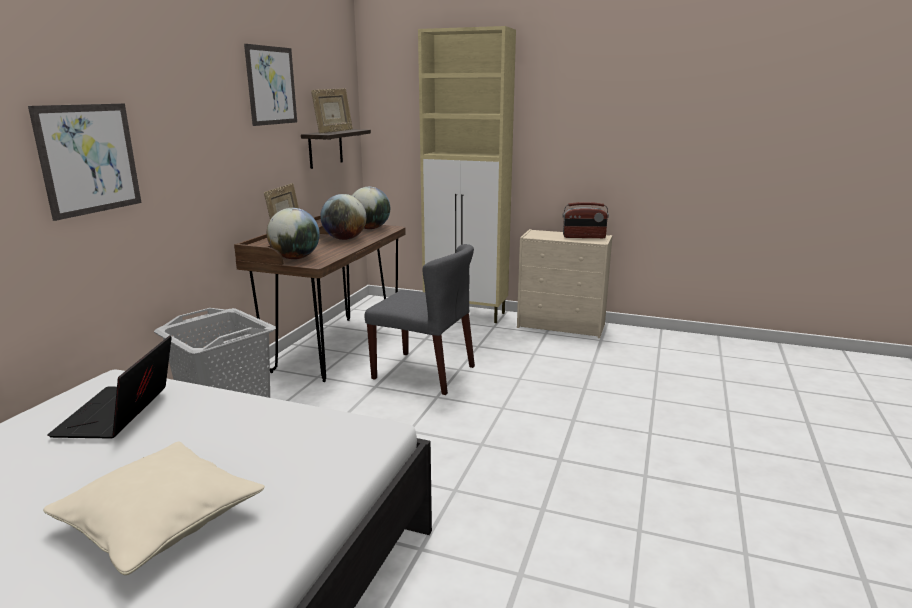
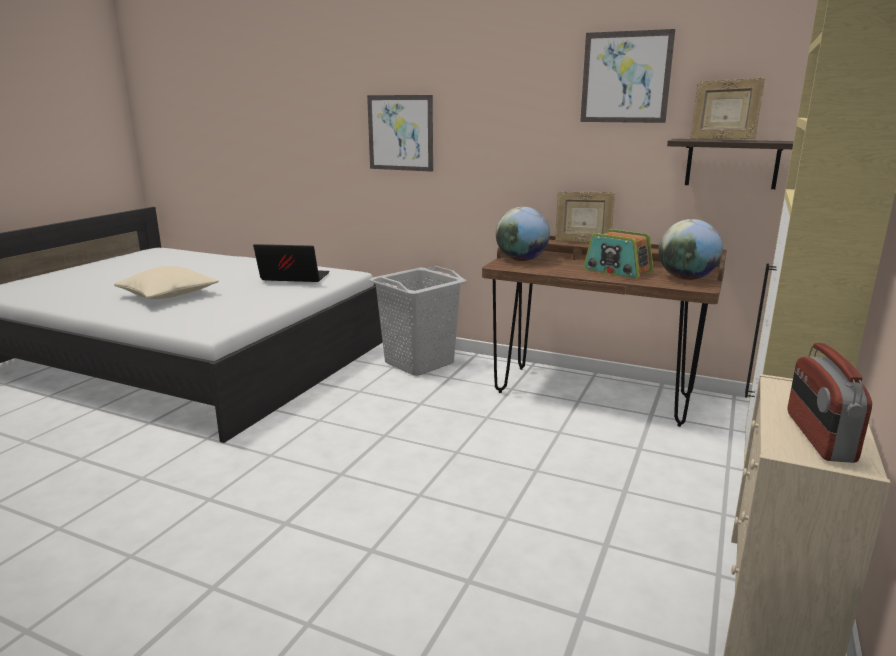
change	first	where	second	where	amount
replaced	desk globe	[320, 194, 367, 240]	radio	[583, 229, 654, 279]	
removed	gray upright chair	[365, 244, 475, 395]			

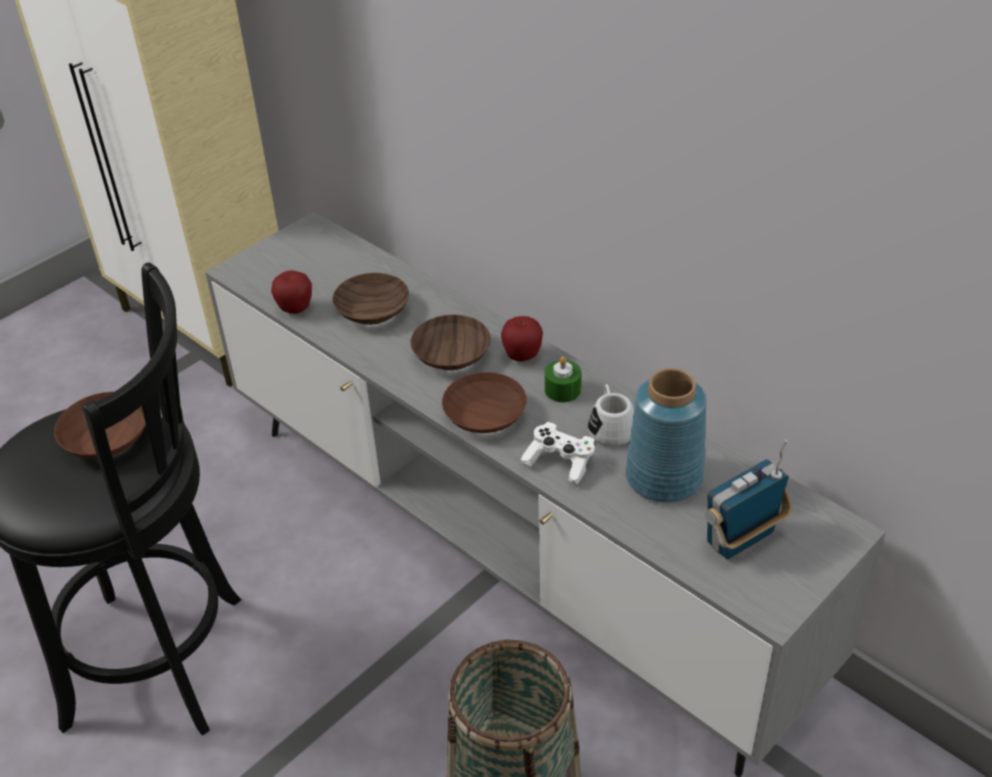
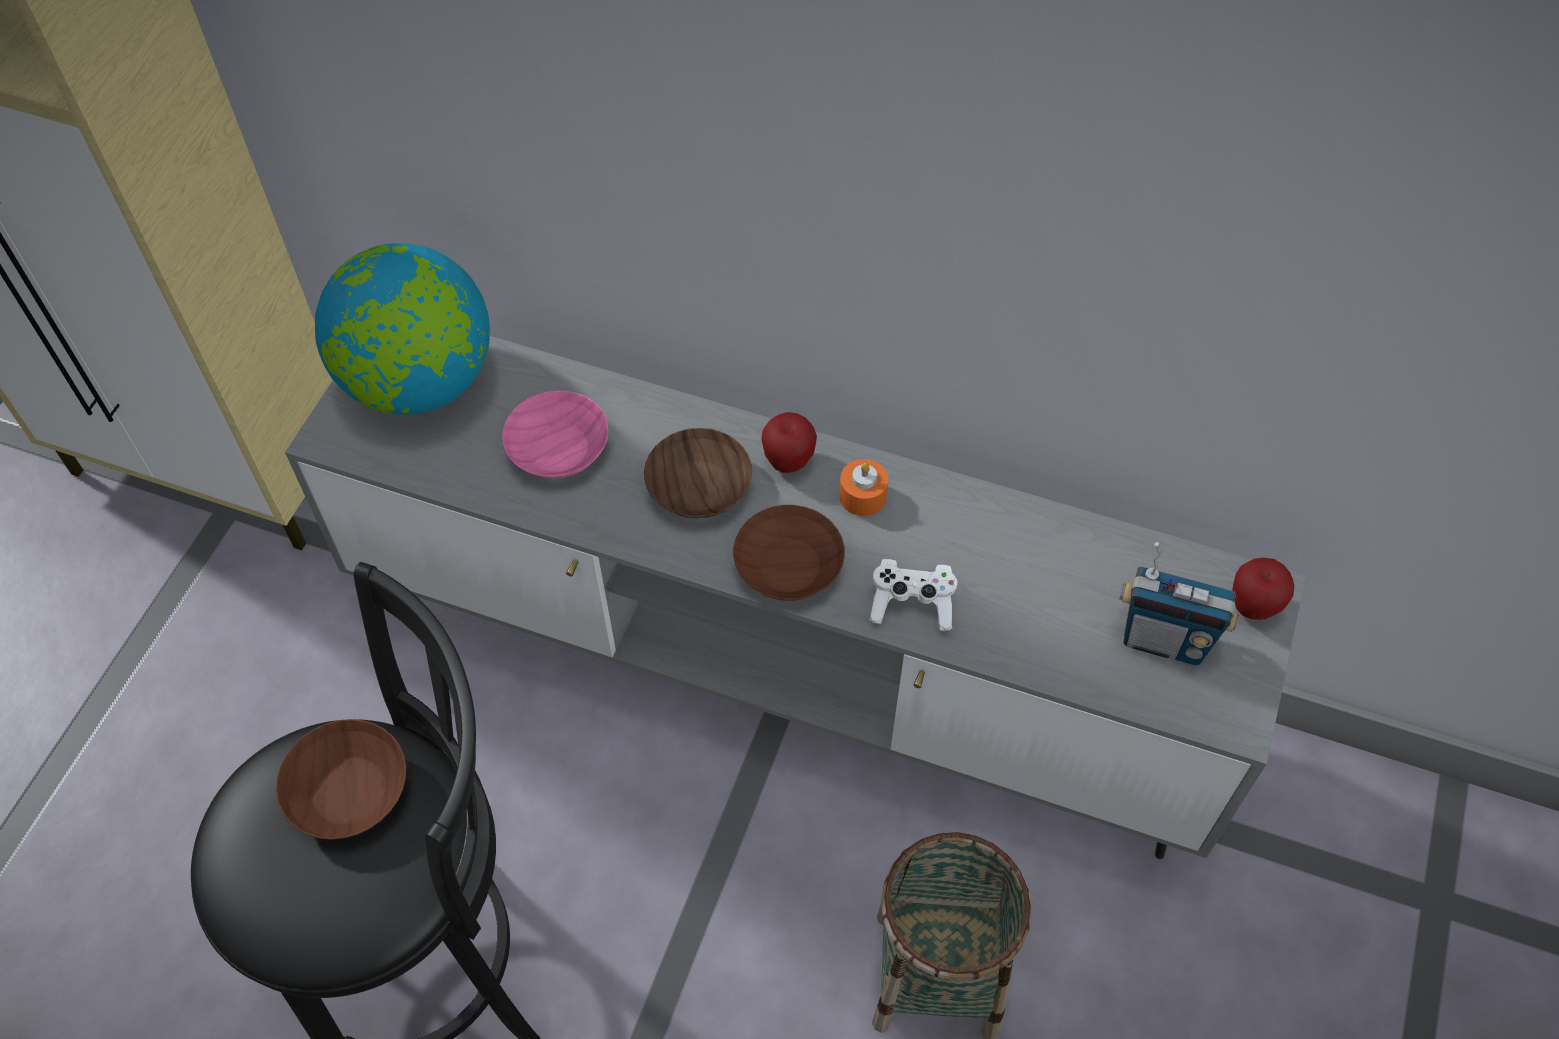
change	first	where	second	where	amount
moved	apple	[271, 271, 312, 314]		[1232, 558, 1294, 620]	
recoloured	brown deep dish	[333, 273, 409, 325]	pink deep dish	[502, 390, 609, 478]	
recoloured	greenish candle	[545, 356, 581, 402]	orange candle	[839, 459, 888, 516]	
removed	blue decorative vase	[626, 368, 707, 503]			
removed	whitish mug	[588, 384, 634, 446]			
turned	radio	[705, 440, 792, 560]		[1119, 542, 1239, 665]	105 degrees counterclockwise
added			desk globe	[315, 243, 490, 415]	

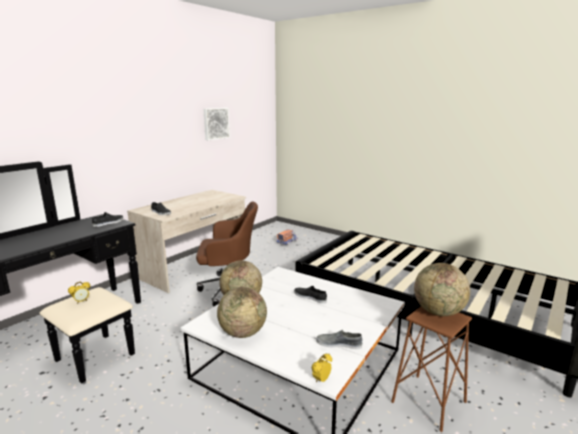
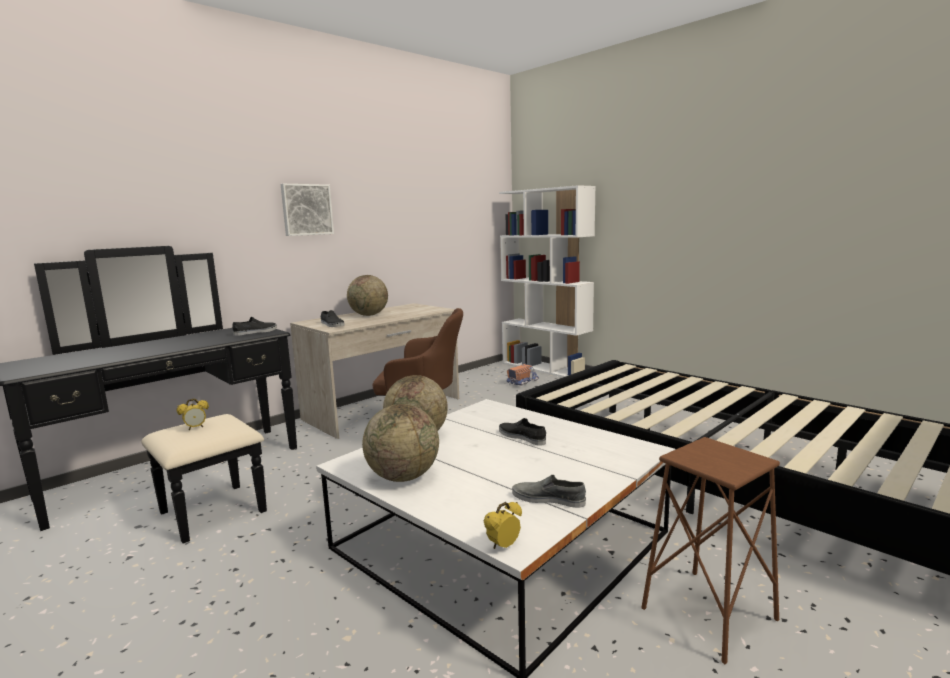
change	first	where	second	where	amount
moved	picture	[203, 108, 230, 140]		[280, 184, 334, 236]	
moved	desk globe	[414, 263, 470, 316]		[347, 275, 388, 316]	
added			whitish bookshelf	[499, 185, 596, 377]	

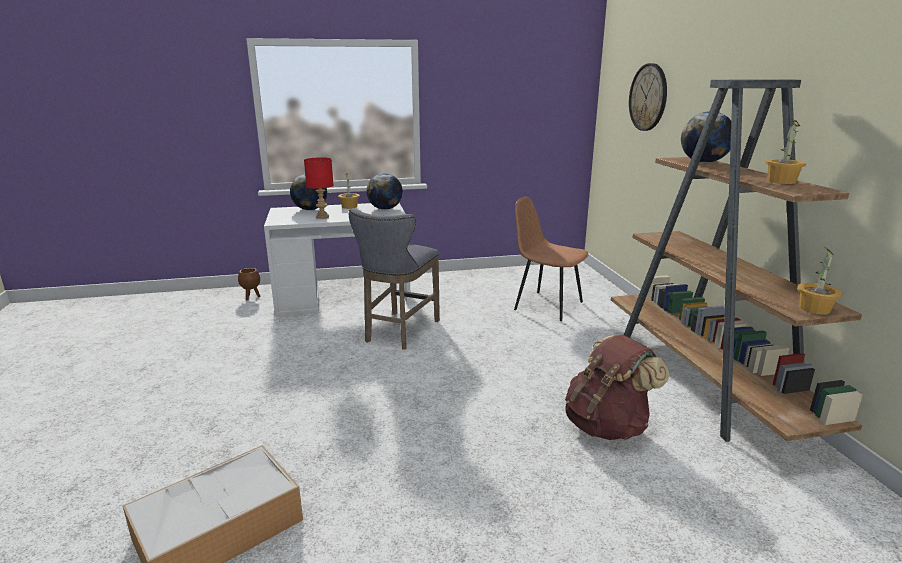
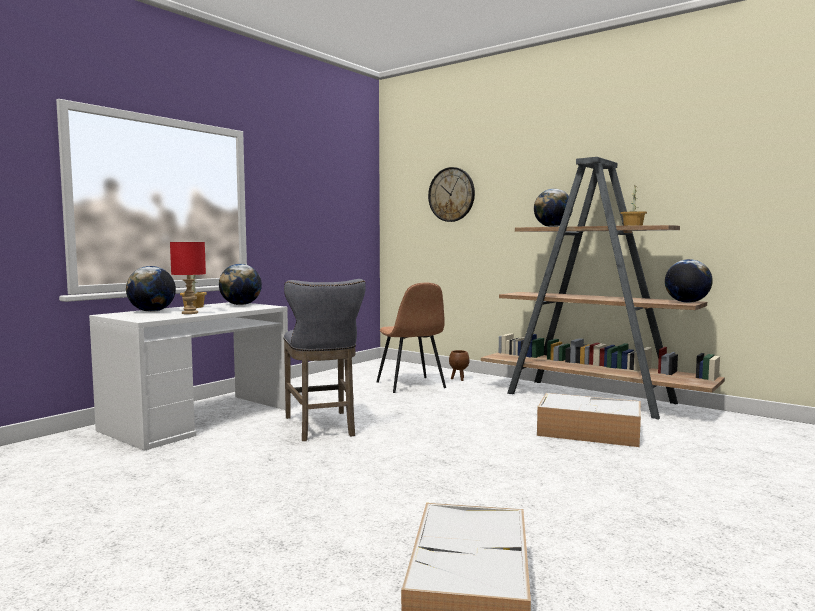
change	first	where	second	where	amount
turned	brown upright chair	[514, 196, 589, 321]		[377, 283, 446, 393]	105 degrees counterclockwise
replaced	houseplant	[797, 248, 842, 315]	desk globe	[665, 259, 713, 303]	
moved	brown flower pot	[238, 268, 260, 300]		[449, 350, 470, 381]	
replaced	brown rucksack	[565, 335, 669, 440]	storage bin	[537, 393, 641, 447]	

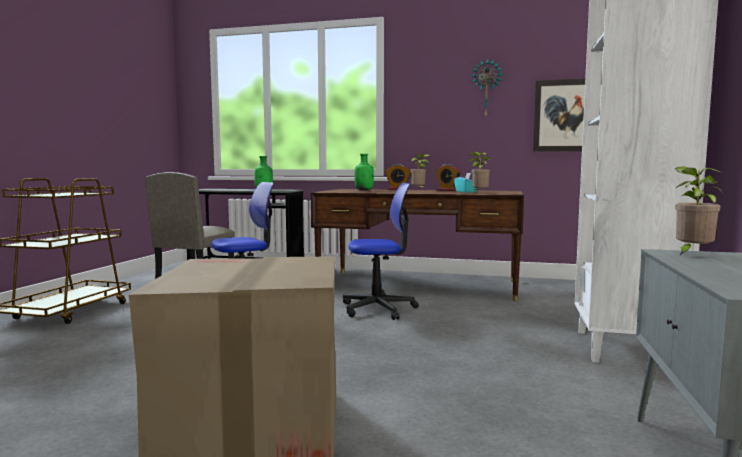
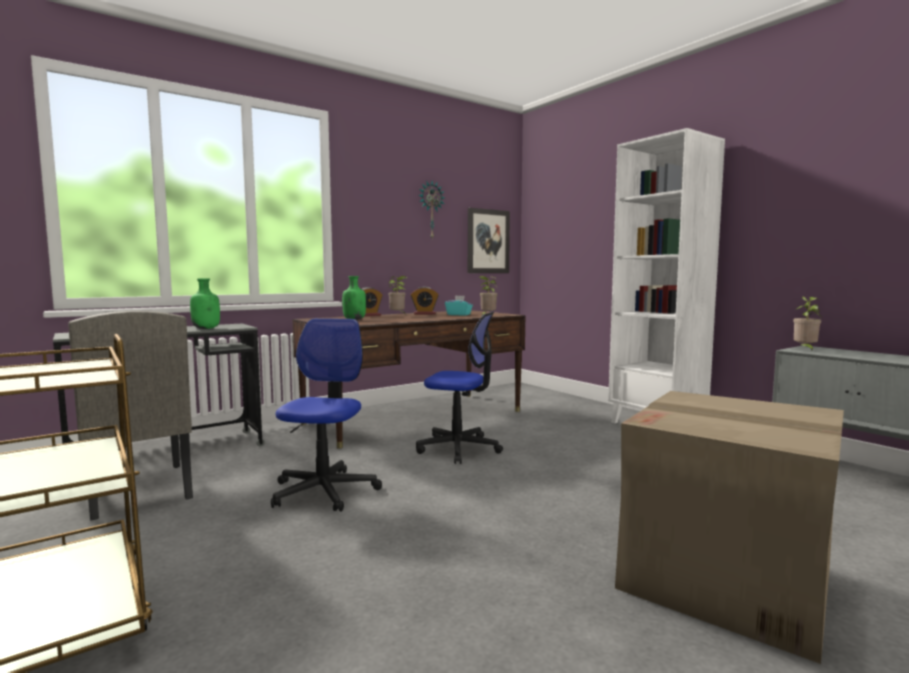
change	first	where	second	where	amount
turned	office chair	[343, 183, 419, 320]		[416, 312, 503, 464]	75 degrees clockwise

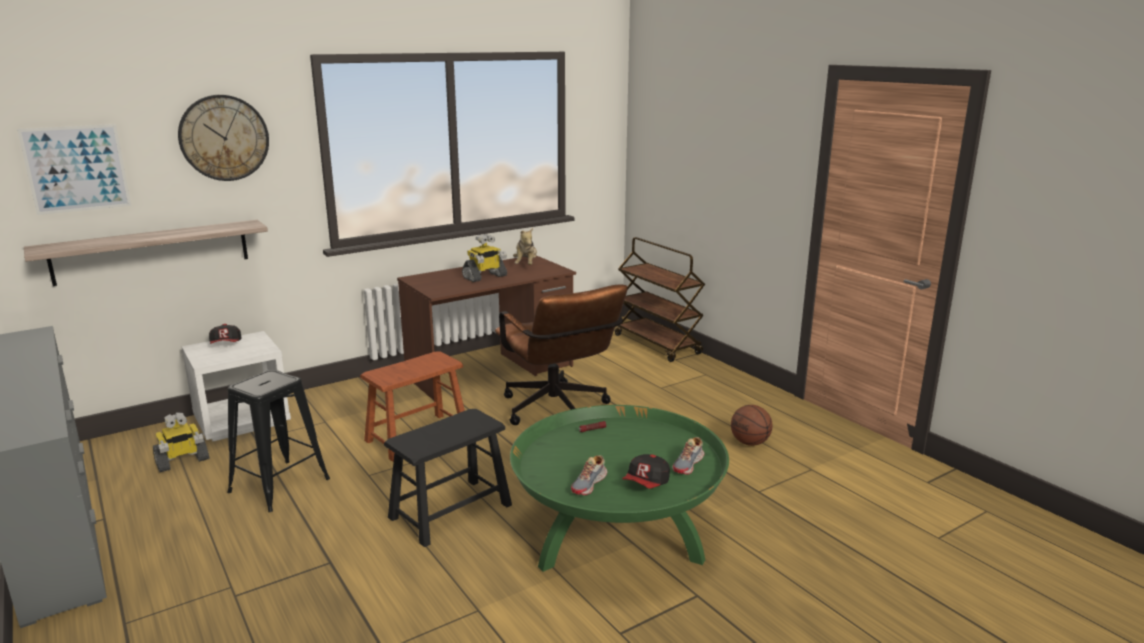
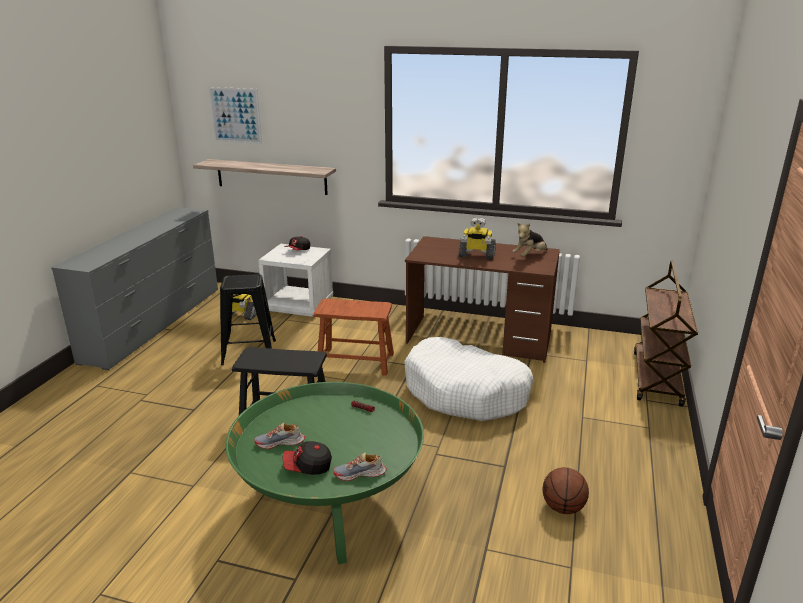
change	first	where	second	where	amount
removed	hanging clock	[178, 95, 269, 181]			
replaced	brown office chair	[495, 284, 628, 425]	whitish pet bed	[404, 337, 533, 421]	

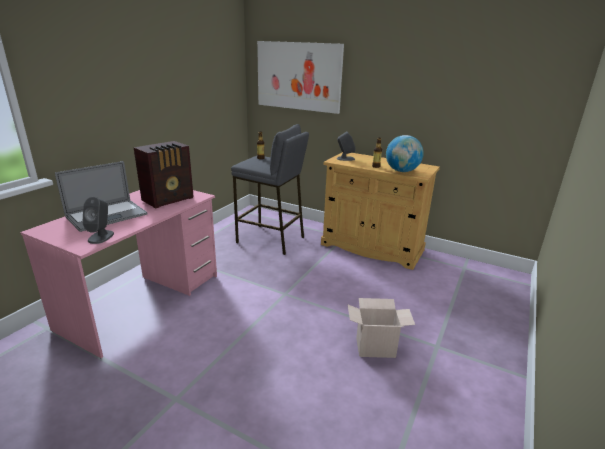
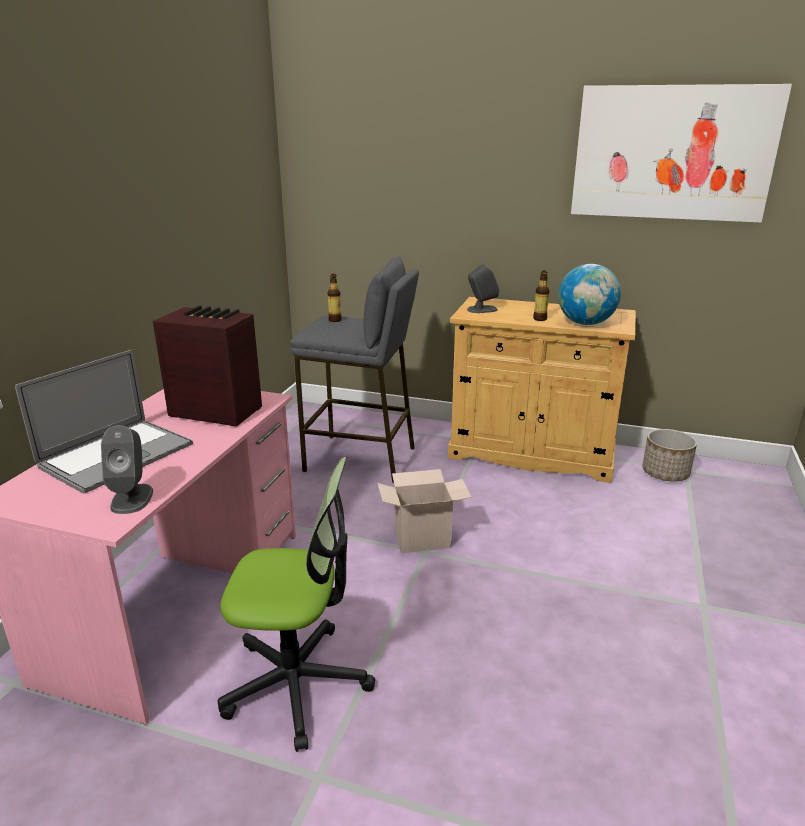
change	first	where	second	where	amount
moved	picture	[257, 41, 344, 114]		[571, 84, 792, 223]	
turned	radio	[134, 141, 194, 208]		[153, 306, 262, 427]	105 degrees counterclockwise
moved	carton	[348, 298, 415, 358]		[377, 469, 471, 553]	
added			flower pot	[642, 429, 697, 482]	
added			office chair	[218, 457, 375, 752]	

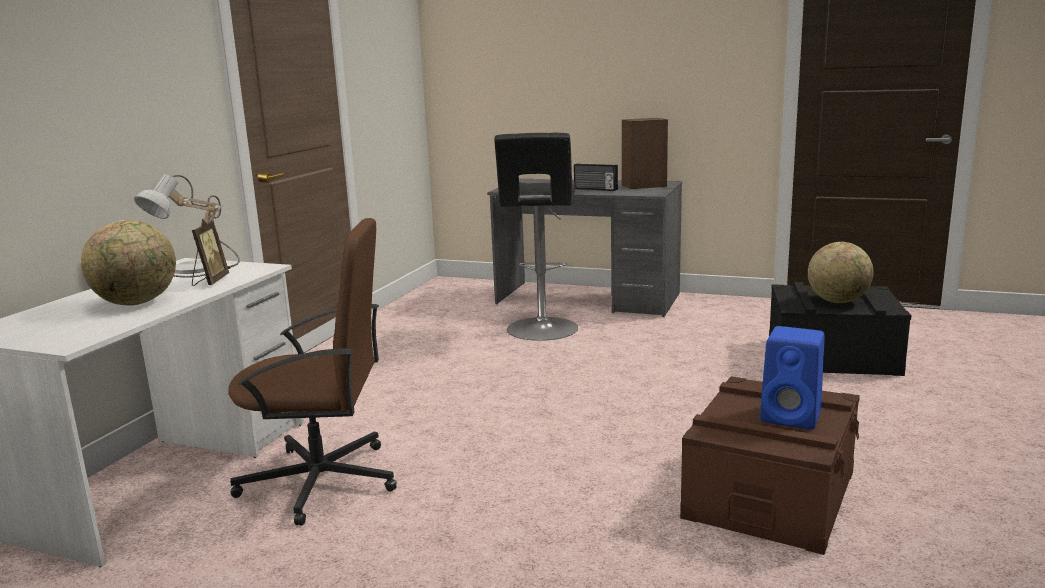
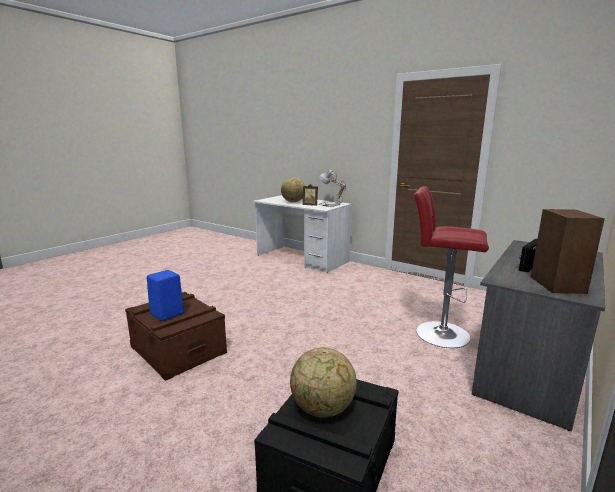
change	first	where	second	where	amount
recoloured	blackish stool seat	[494, 133, 578, 341]	reddish stool seat	[414, 186, 489, 348]	
removed	brown office chair	[228, 218, 397, 526]			

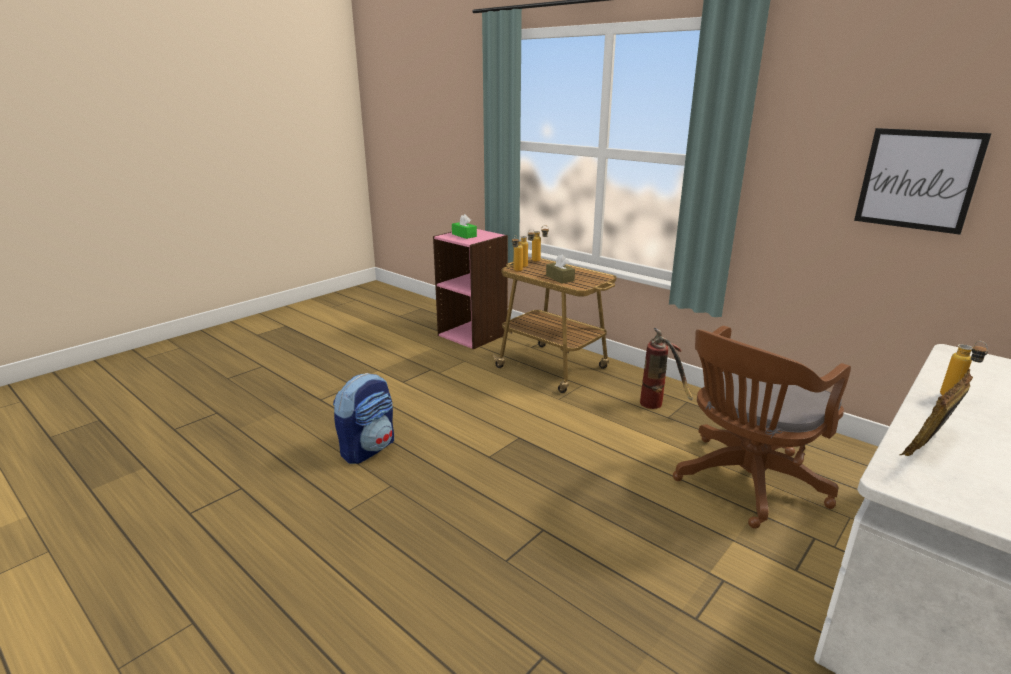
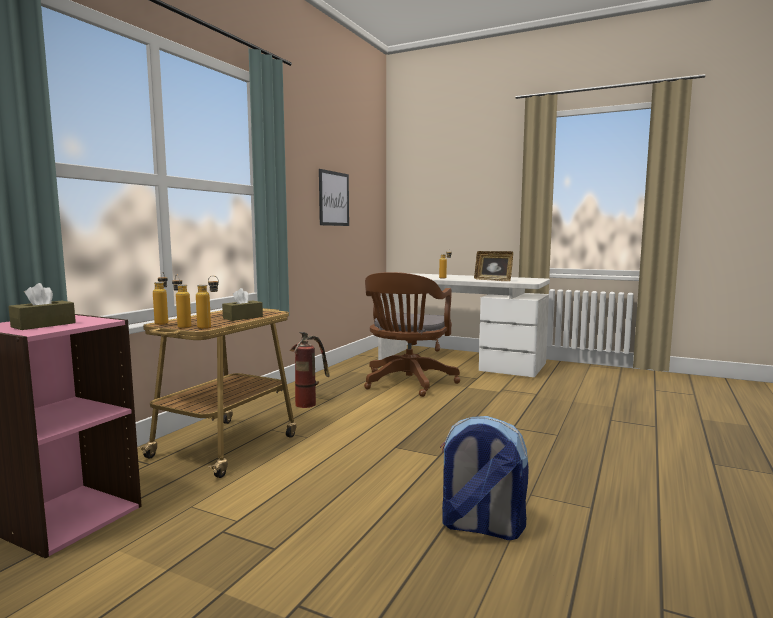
change	first	where	second	where	amount
recoloured	greenish tissue box	[452, 214, 477, 239]	brown tissue box	[8, 283, 76, 330]	
turned	brown office chair	[673, 326, 851, 529]		[364, 272, 460, 397]	75 degrees clockwise

